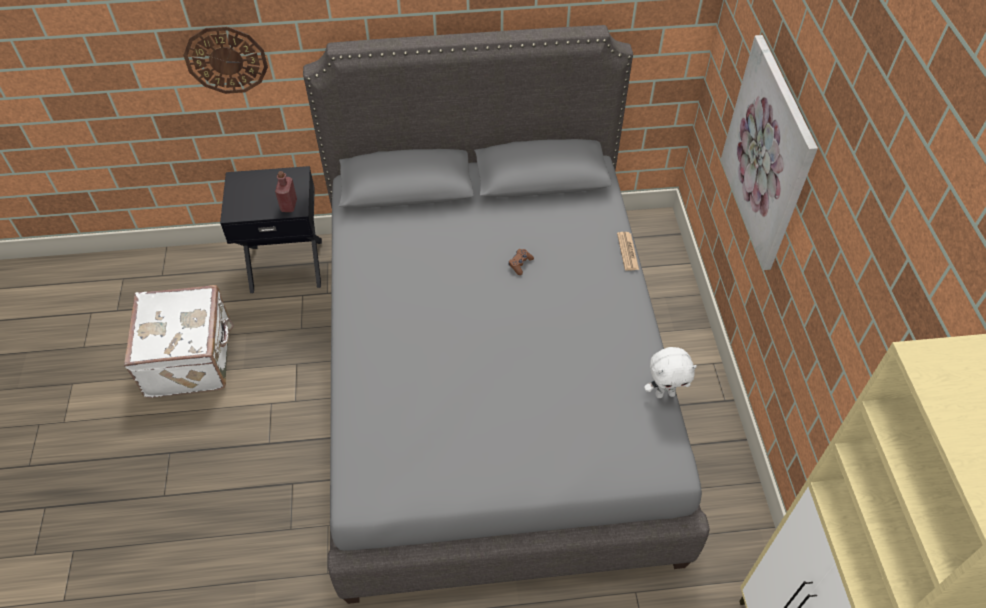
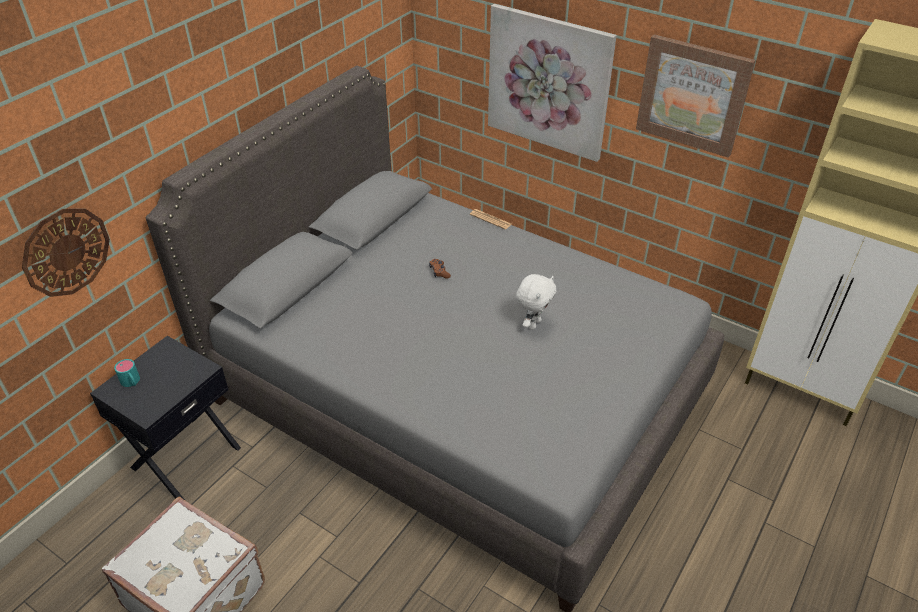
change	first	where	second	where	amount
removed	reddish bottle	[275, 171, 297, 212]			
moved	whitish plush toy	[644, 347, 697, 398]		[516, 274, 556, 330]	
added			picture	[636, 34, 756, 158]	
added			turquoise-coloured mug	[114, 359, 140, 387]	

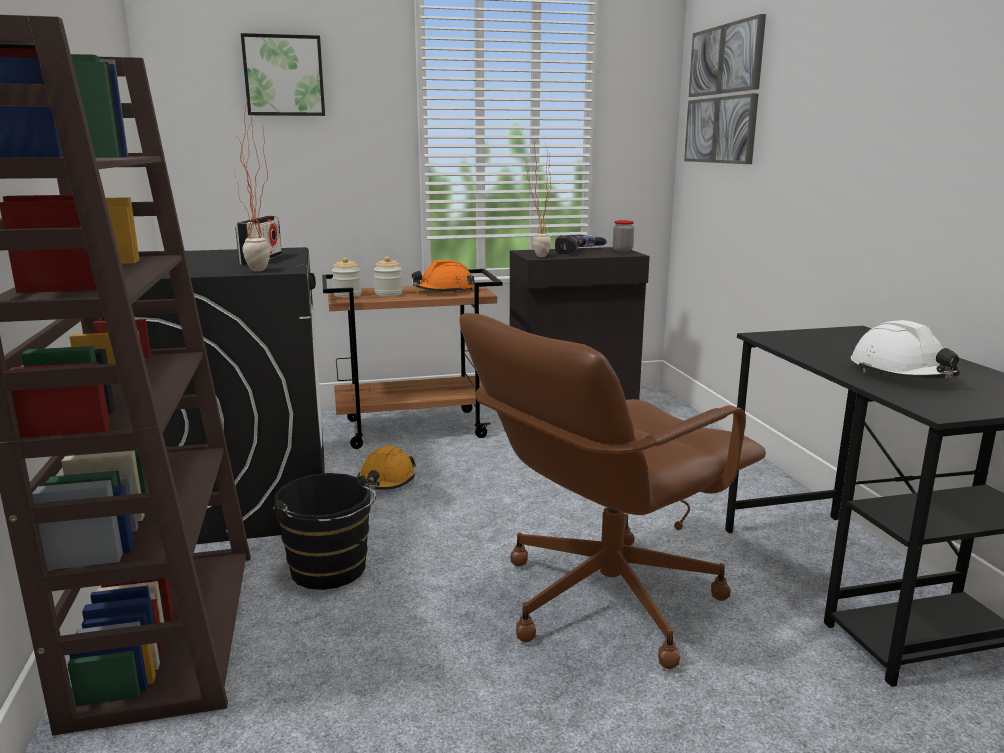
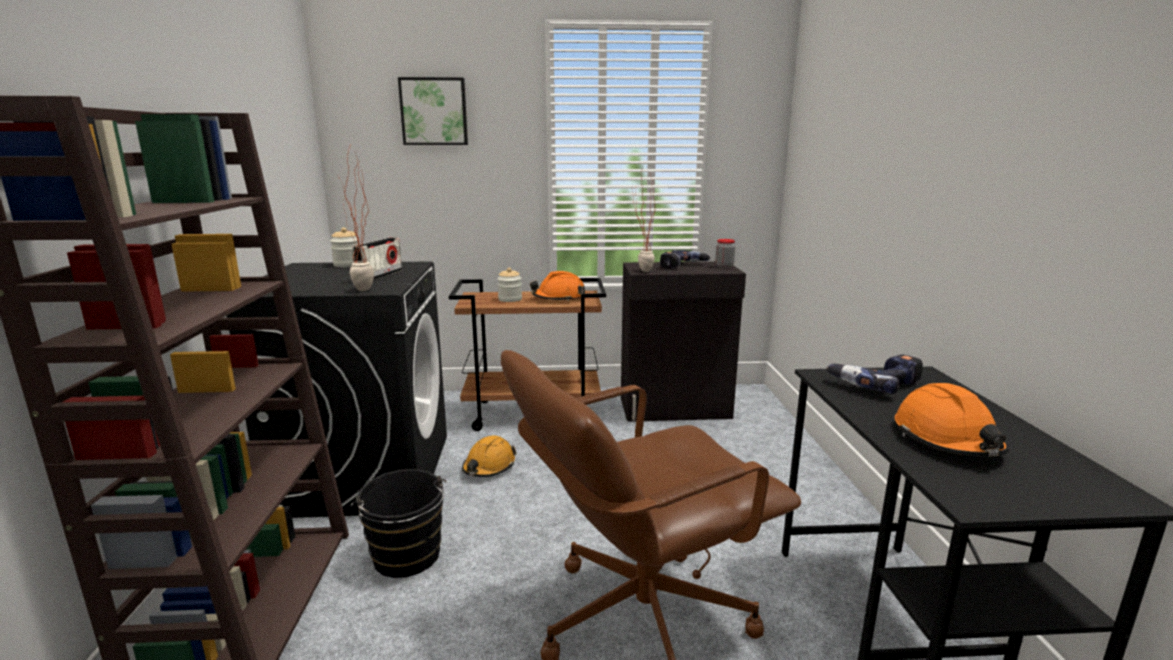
change	first	where	second	where	amount
removed	picture	[684, 14, 766, 164]			
moved	storage jar	[332, 257, 361, 297]		[330, 227, 360, 267]	
recoloured	whitish safety helmet	[851, 320, 960, 378]	orange safety helmet	[895, 383, 1009, 457]	
added			electric drill	[826, 355, 923, 394]	

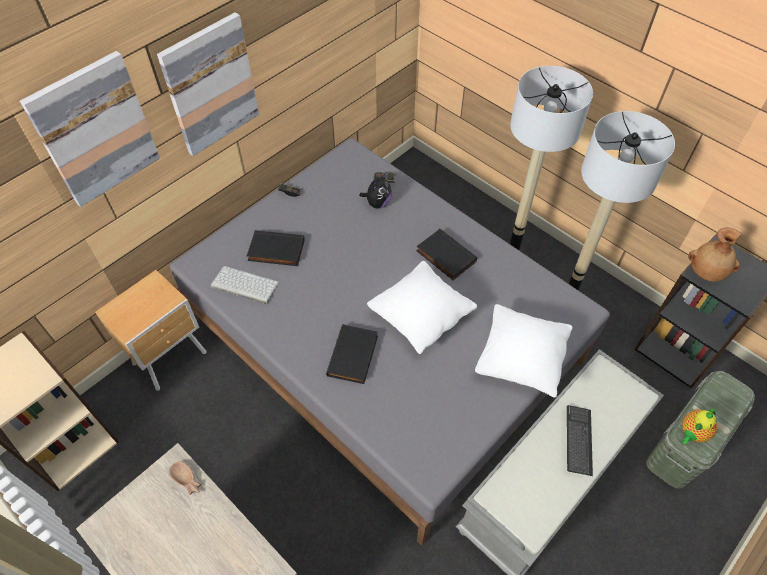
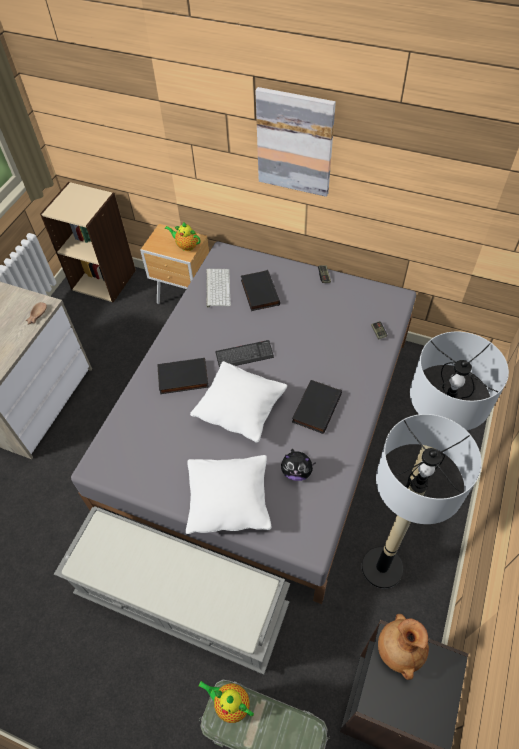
change	first	where	second	where	amount
removed	picture	[20, 51, 160, 207]			
moved	plush toy	[359, 174, 392, 209]		[281, 449, 316, 481]	
moved	keyboard	[567, 405, 593, 476]		[216, 340, 274, 368]	
added			teapot	[165, 222, 200, 251]	

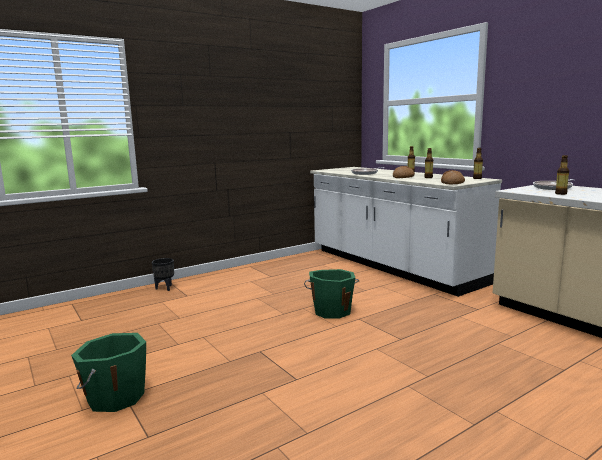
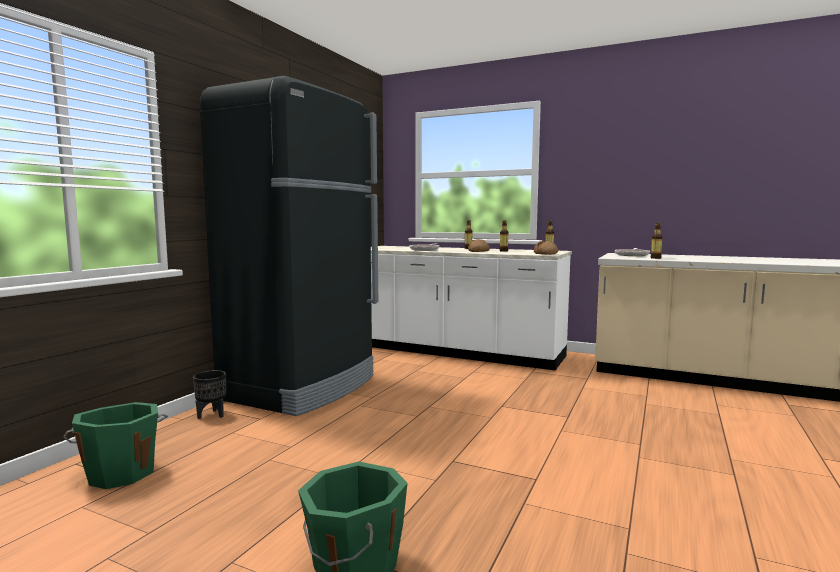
change	first	where	second	where	amount
moved	greenish pail	[304, 269, 359, 319]		[64, 402, 168, 489]	
added			blackish refrigerator	[200, 76, 378, 416]	

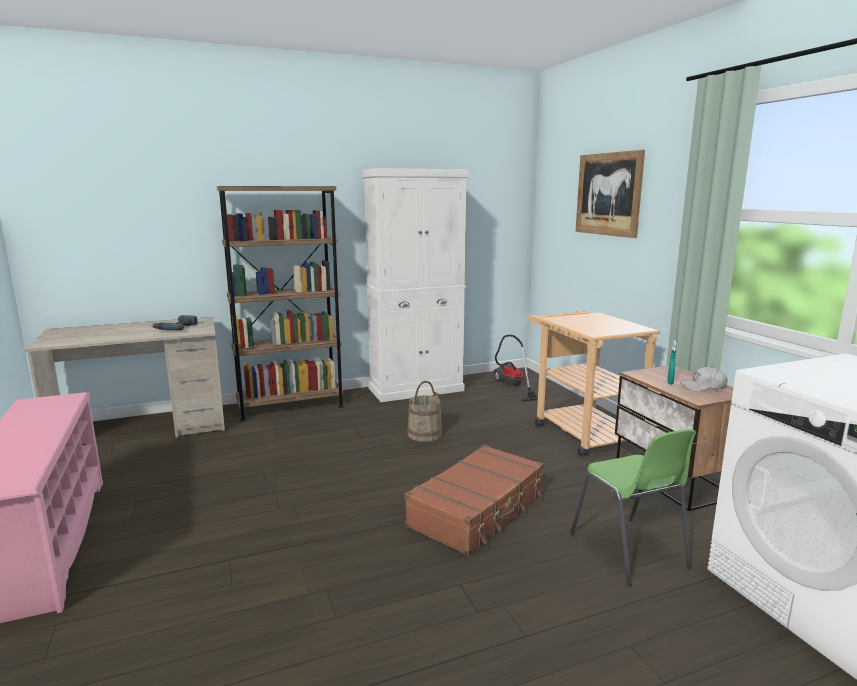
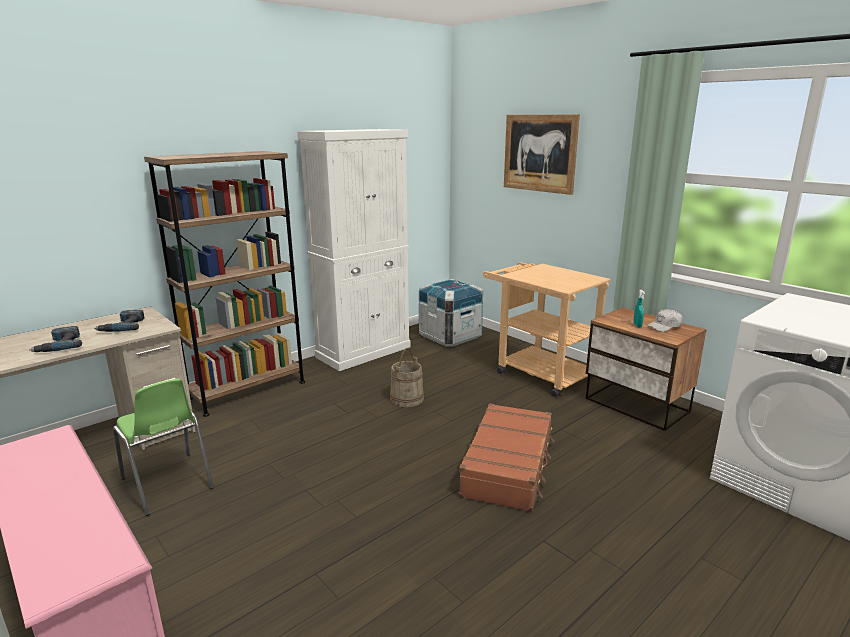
change	first	where	second	where	amount
replaced	vacuum cleaner	[493, 335, 538, 402]	shipping crate	[419, 279, 483, 347]	
moved	greenish upright chair	[570, 429, 696, 586]		[113, 379, 214, 516]	
added			electric drill	[29, 326, 82, 352]	

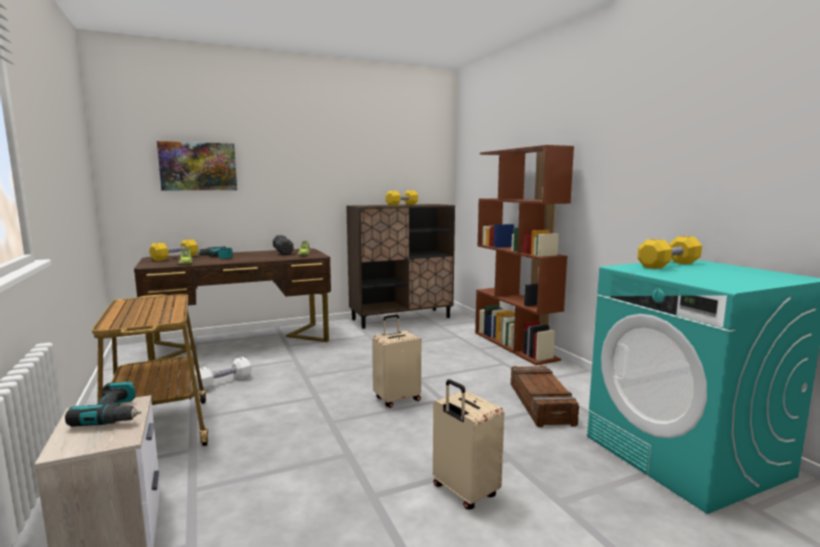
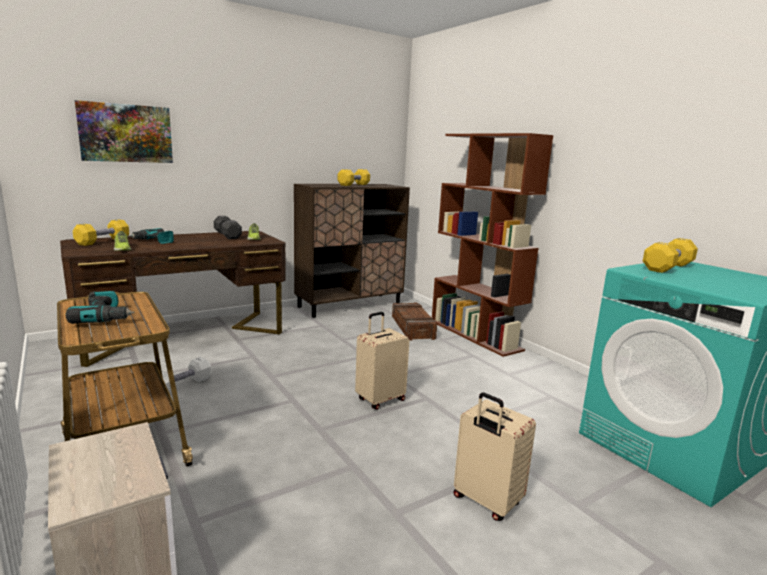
change	first	where	second	where	amount
moved	shipping crate	[511, 366, 579, 427]		[392, 303, 437, 341]	
moved	electric drill	[65, 382, 141, 427]		[66, 291, 135, 324]	

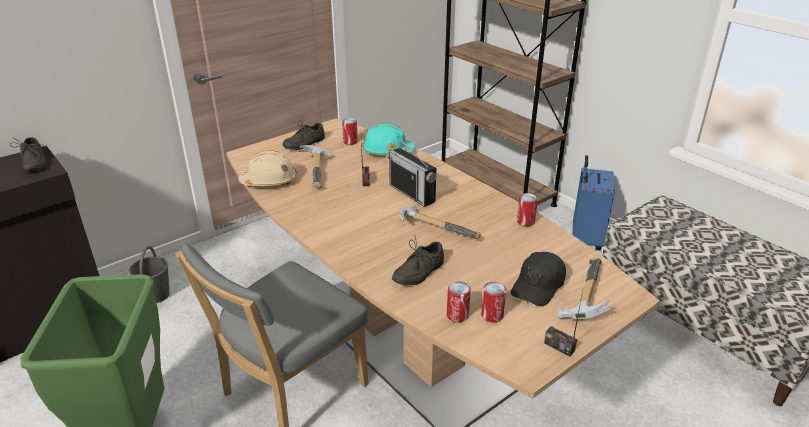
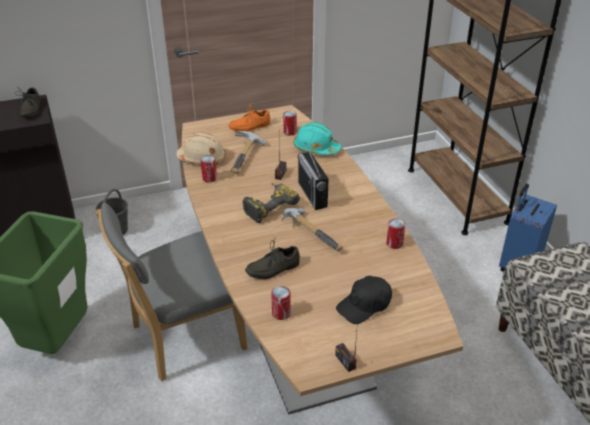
change	first	where	second	where	amount
recoloured	gray low shoe	[282, 116, 325, 150]	orange low shoe	[228, 105, 270, 132]	
removed	hammer	[557, 258, 612, 319]			
moved	can	[481, 282, 506, 322]		[201, 155, 217, 182]	
added			electric drill	[243, 183, 300, 223]	

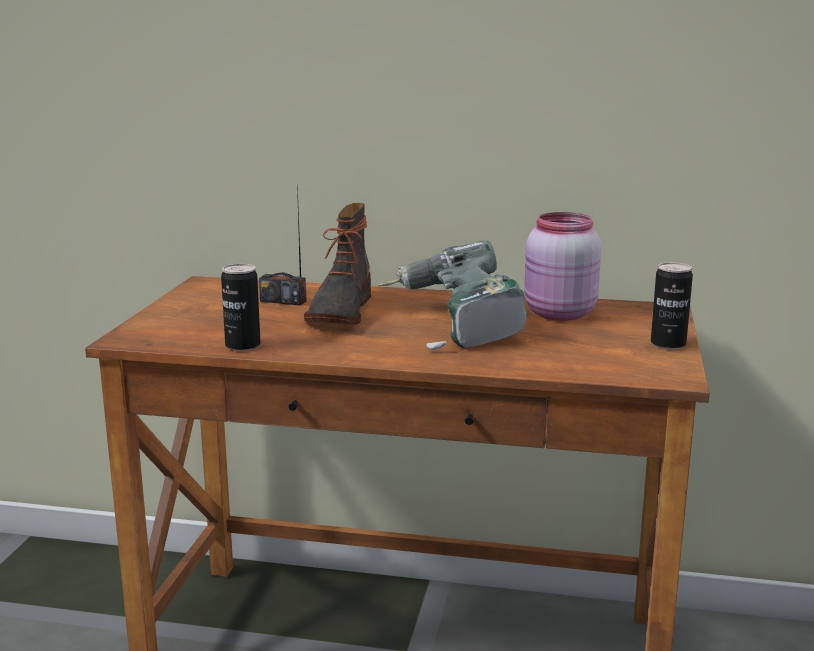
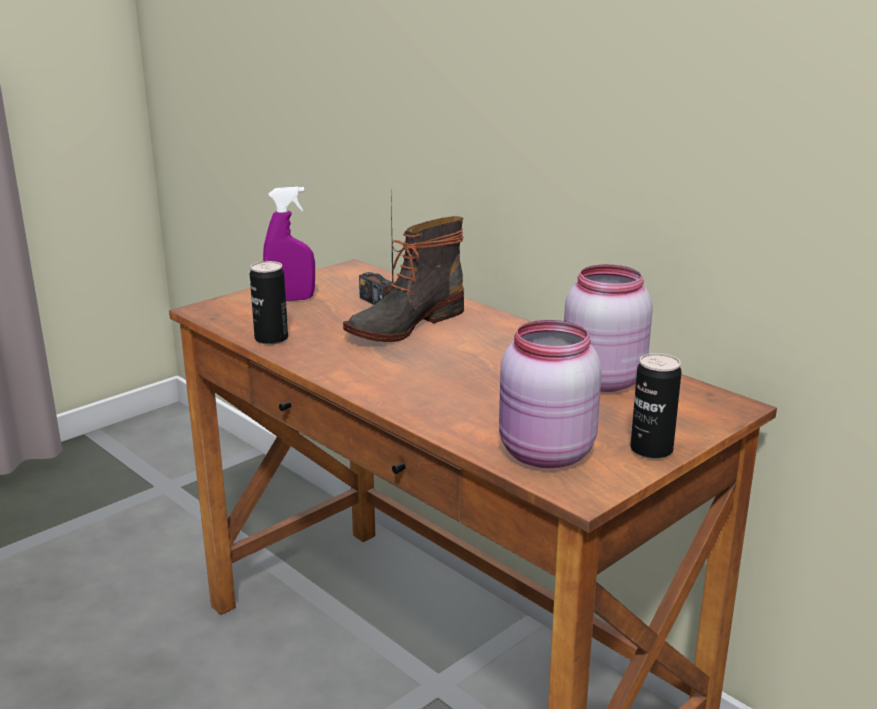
change	first	where	second	where	amount
removed	electric drill	[378, 240, 528, 350]			
added			purple-coloured spray bottle	[263, 186, 315, 301]	
added			pink storage jar	[499, 320, 602, 468]	

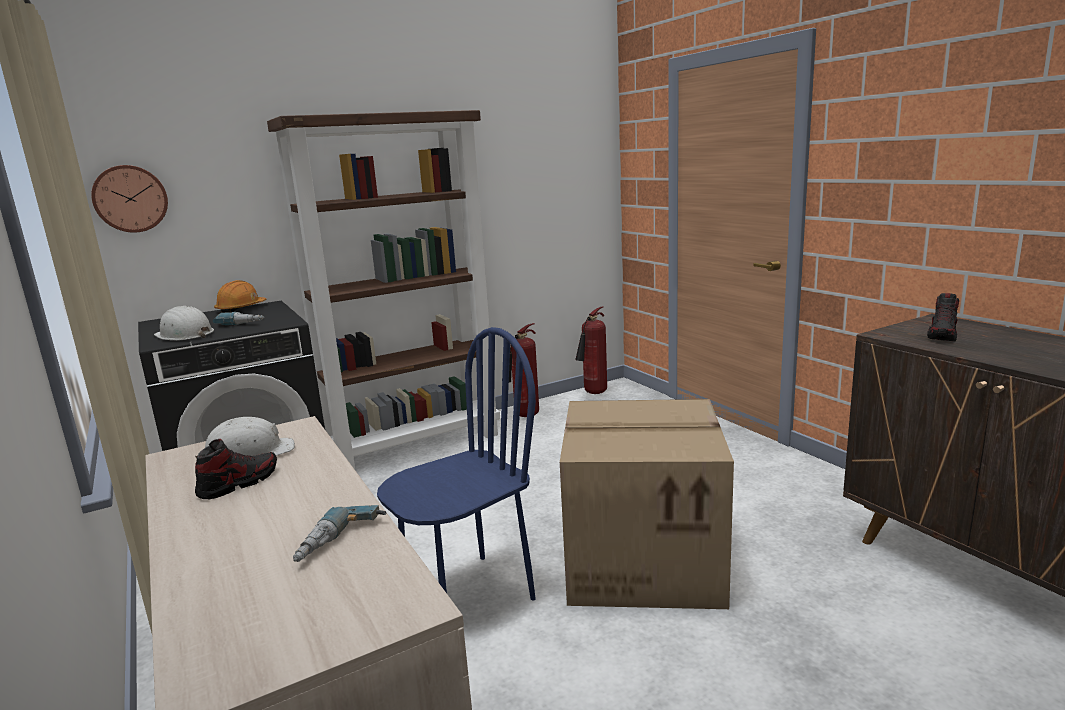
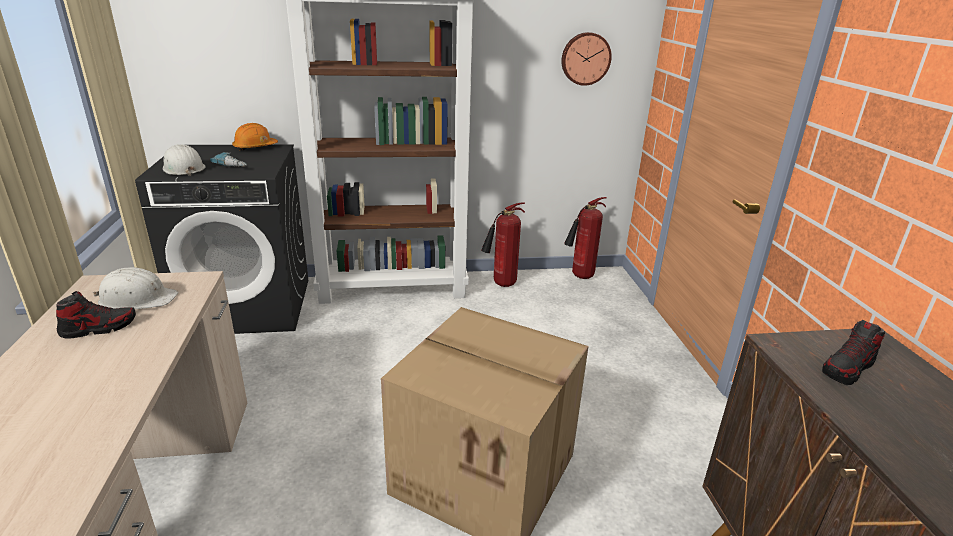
change	first	where	second	where	amount
moved	hanging clock	[91, 165, 168, 233]		[561, 32, 612, 86]	
removed	blue upright chair	[377, 327, 536, 600]			
removed	electric drill	[293, 505, 386, 562]			

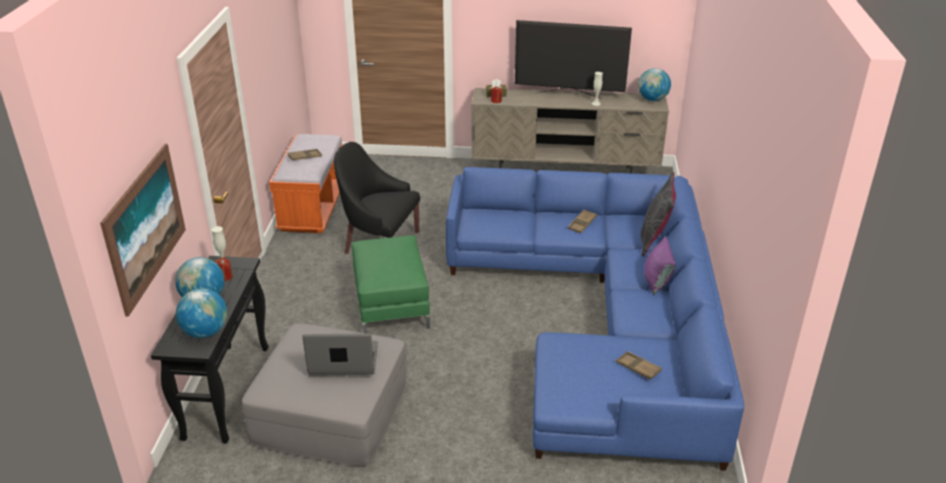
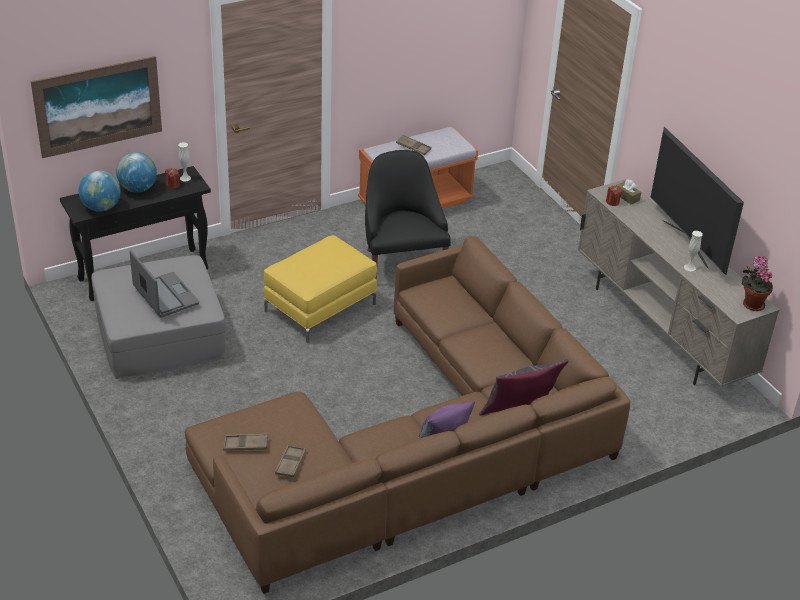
change	first	where	second	where	amount
replaced	desk globe	[638, 68, 671, 101]	houseplant	[742, 256, 773, 311]	
recoloured	blue couch	[446, 167, 744, 471]	brown couch	[185, 236, 630, 594]	
moved	brown tray	[568, 209, 597, 233]		[223, 434, 268, 451]	
recoloured	greenish footrest	[352, 235, 430, 333]	yellow footrest	[264, 235, 377, 343]	

